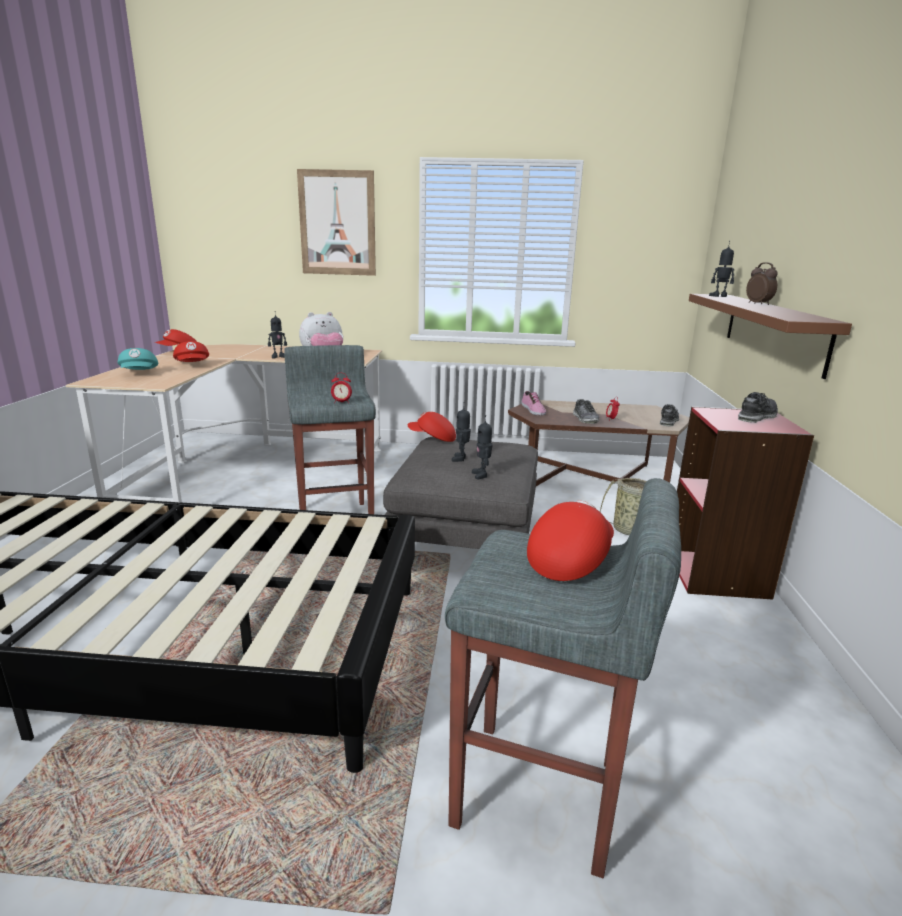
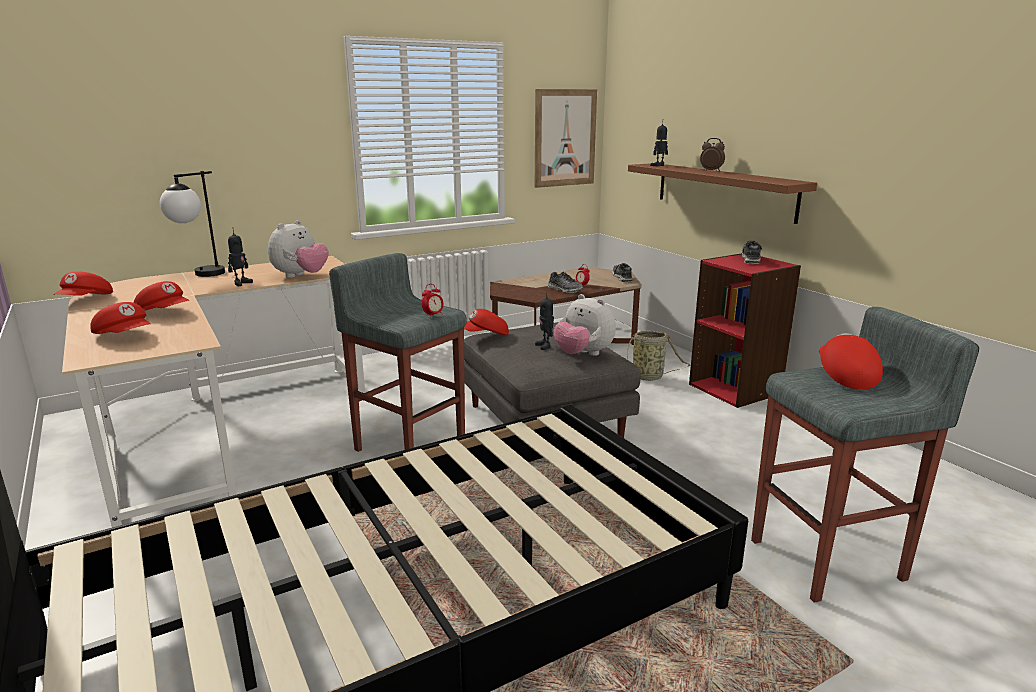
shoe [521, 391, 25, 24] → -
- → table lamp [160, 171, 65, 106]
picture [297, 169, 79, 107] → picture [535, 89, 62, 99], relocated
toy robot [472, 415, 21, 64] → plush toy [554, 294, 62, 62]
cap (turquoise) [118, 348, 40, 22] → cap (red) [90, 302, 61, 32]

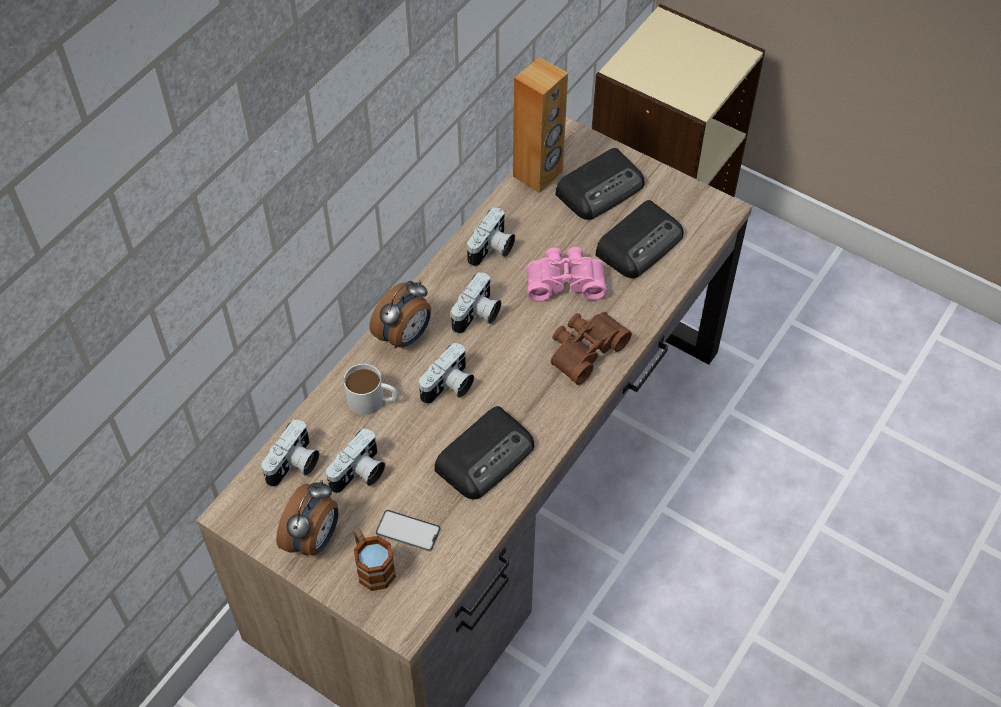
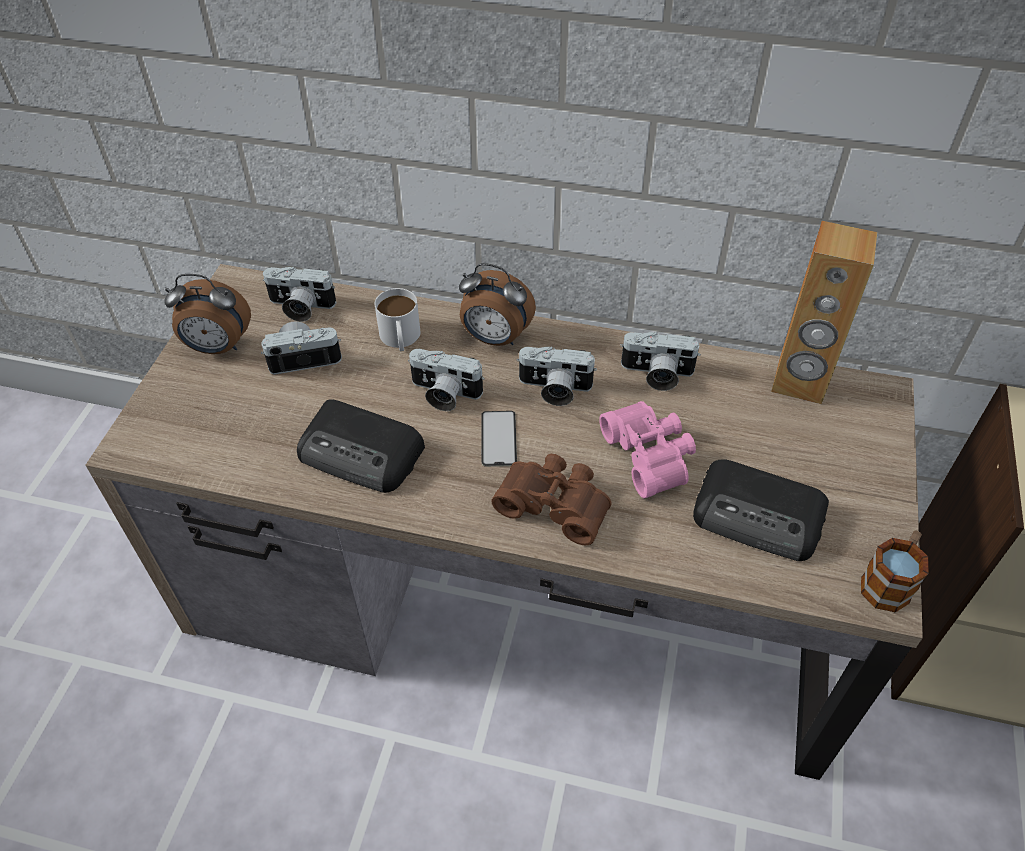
radio [555, 148, 89, 72] → -
mug [353, 528, 43, 63] → mug [861, 530, 68, 82], relocated
phone [376, 510, 65, 42] → phone [481, 411, 36, 56], relocated
photo camera [326, 429, 59, 65] → photo camera [261, 321, 81, 54], 150 degrees clockwise

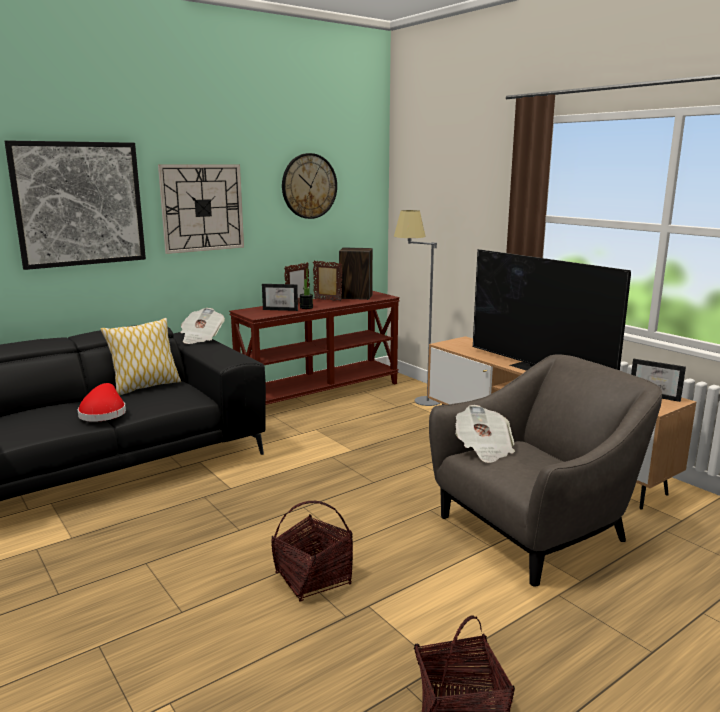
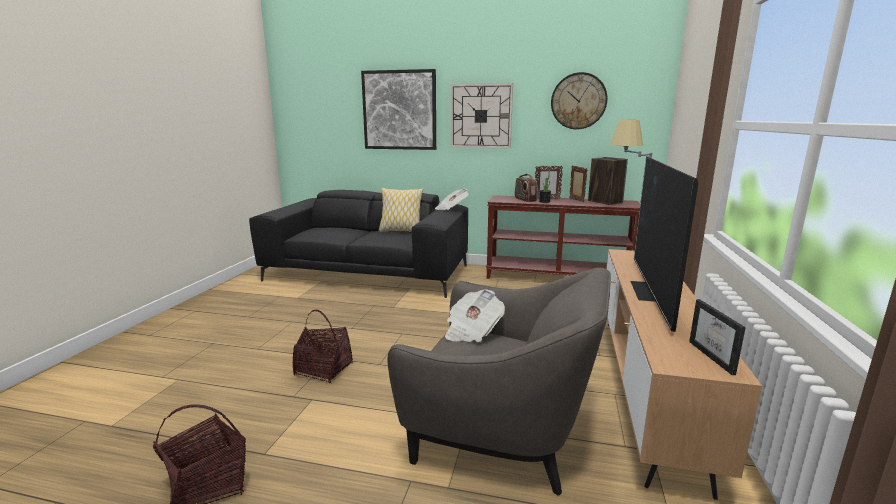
hat (red) [78, 383, 48, 39] → -
picture frame [262, 284, 36, 27] → radio [515, 174, 22, 28]

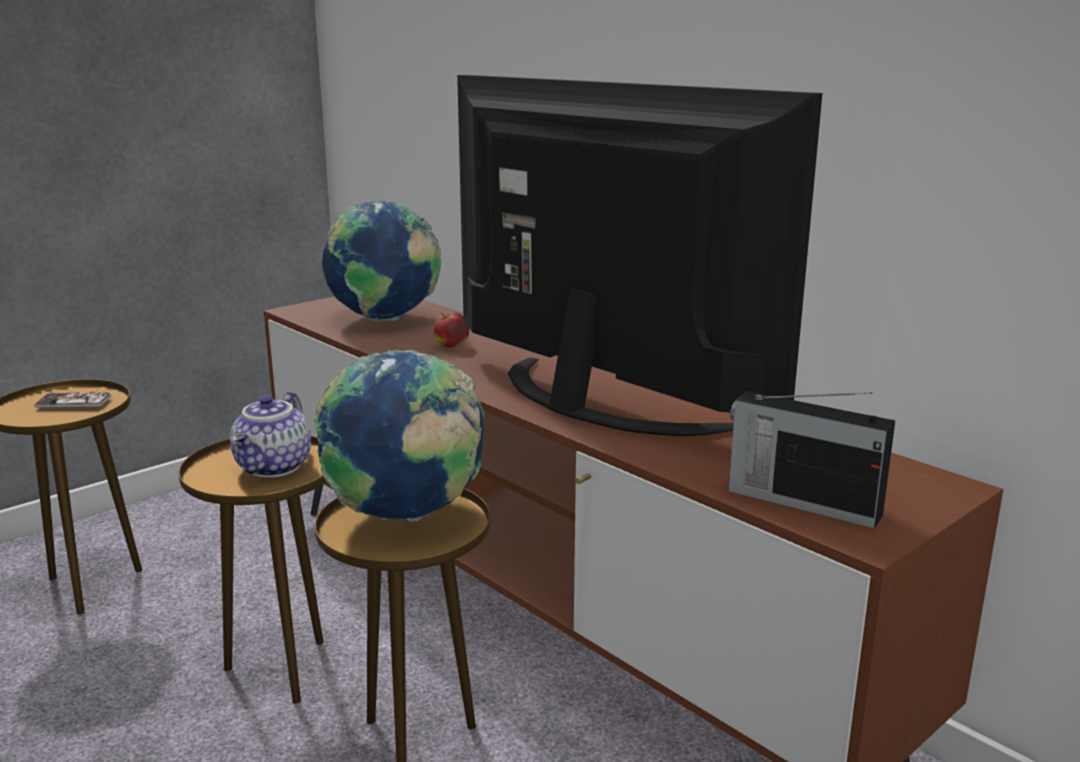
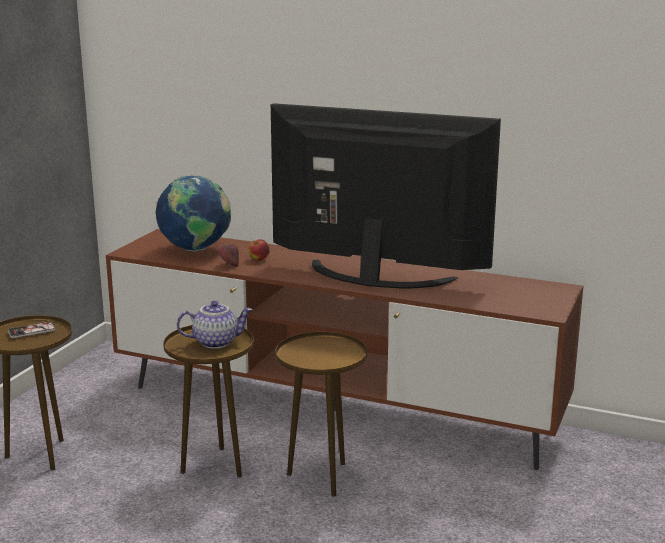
globe [314, 350, 170, 172] → -
radio [729, 391, 166, 137] → -
- → apple [219, 244, 20, 23]
teapot [230, 392, 81, 86] → teapot [177, 301, 76, 48], 90 degrees counterclockwise

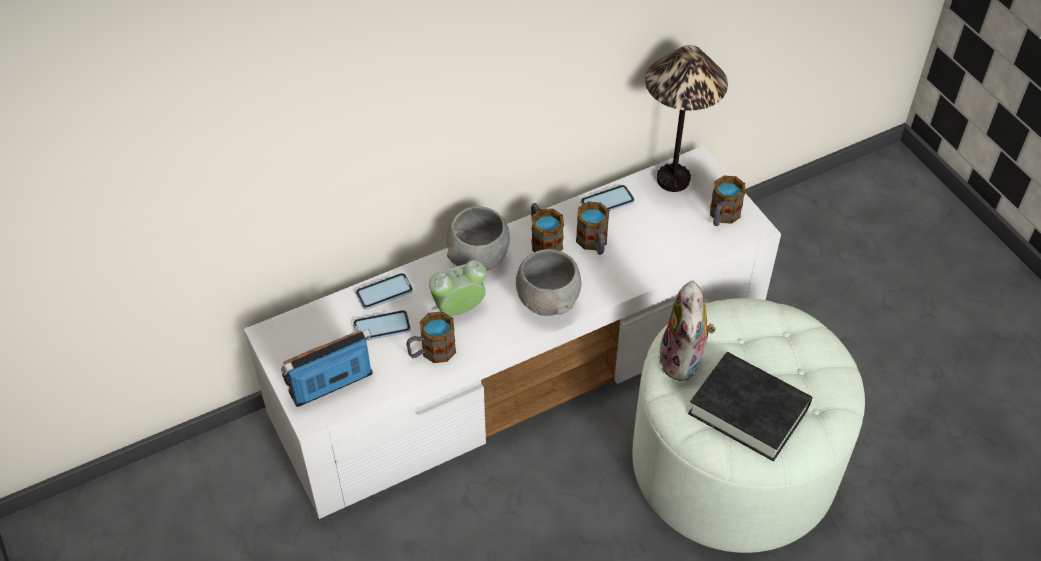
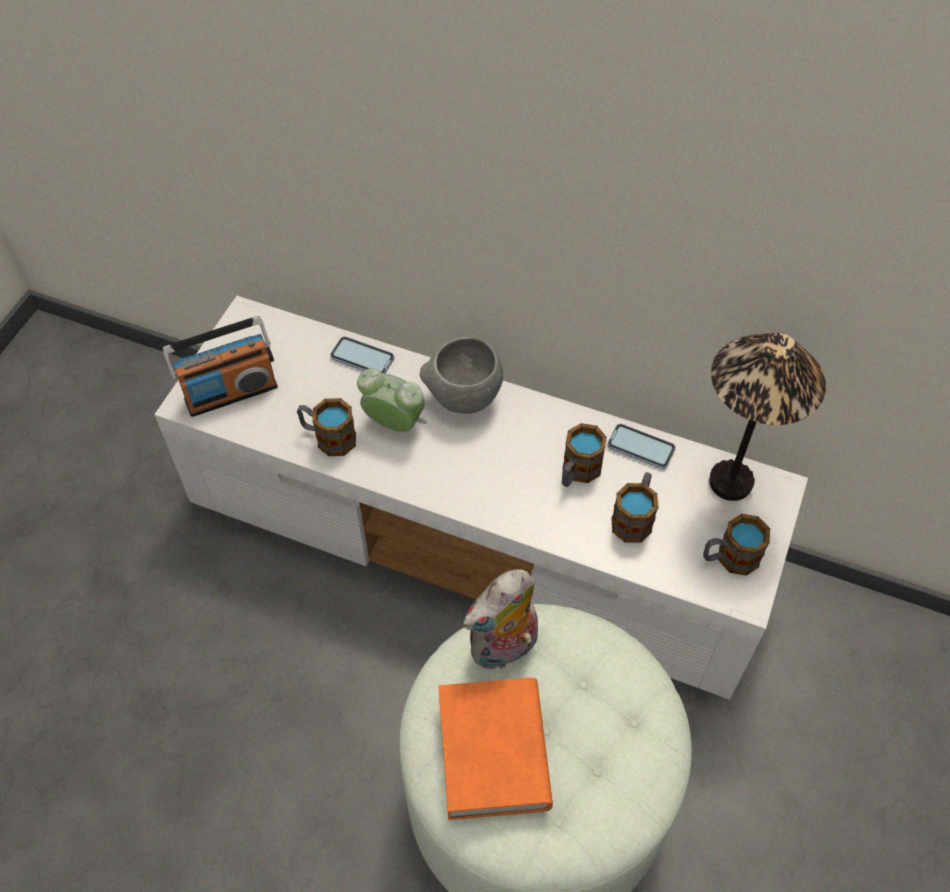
phone [353, 310, 58, 31] → -
bowl (grey) [516, 249, 65, 67] → -
mug [531, 203, 33, 49] → mug [611, 472, 48, 71], relocated
book (black) [688, 352, 124, 109] → book (orange) [439, 678, 114, 142]
radio [281, 329, 92, 78] → radio [163, 316, 115, 101], 135 degrees clockwise

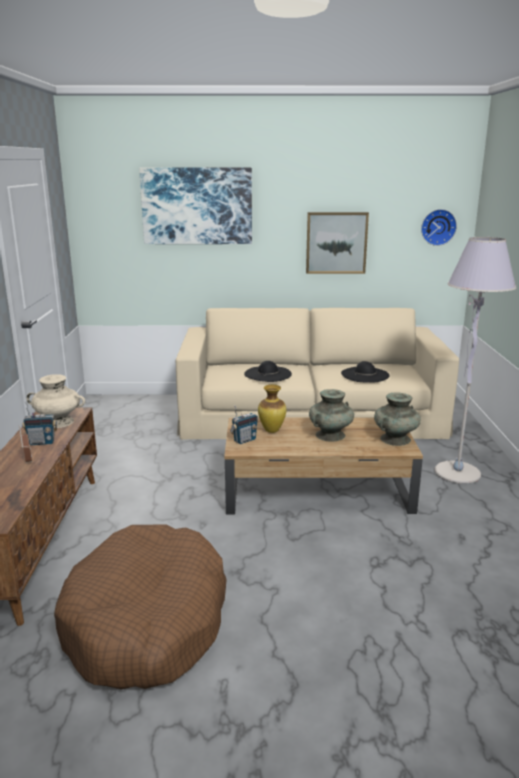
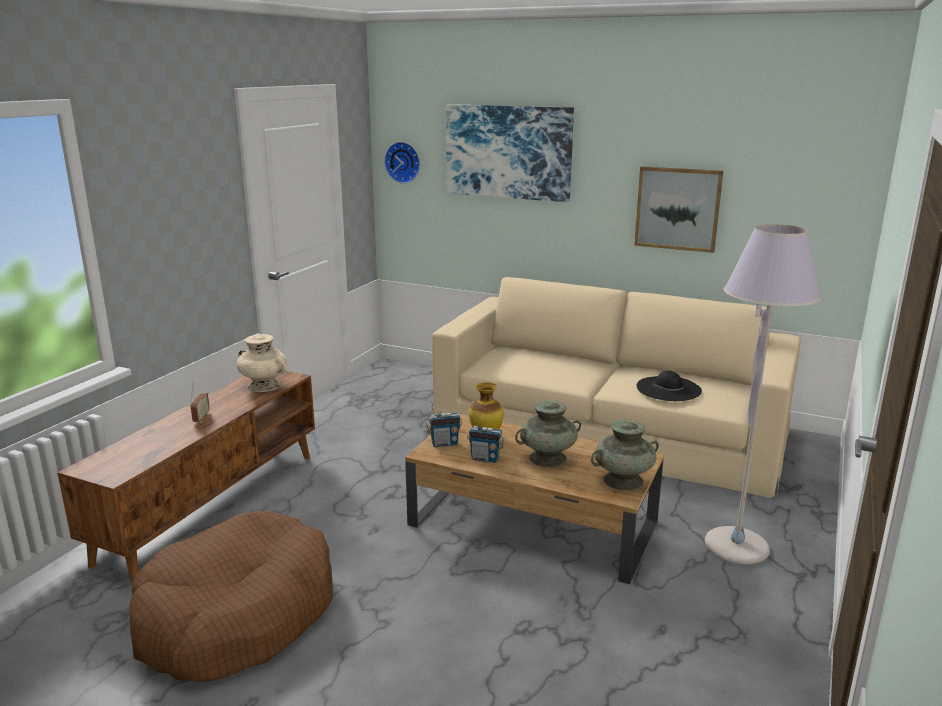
hat (black) [244, 361, 48, 21] → -
radio [22, 402, 35, 43] → radio [467, 411, 37, 52], relocated
wall clock [421, 209, 36, 37] → wall clock [384, 142, 36, 42], relocated

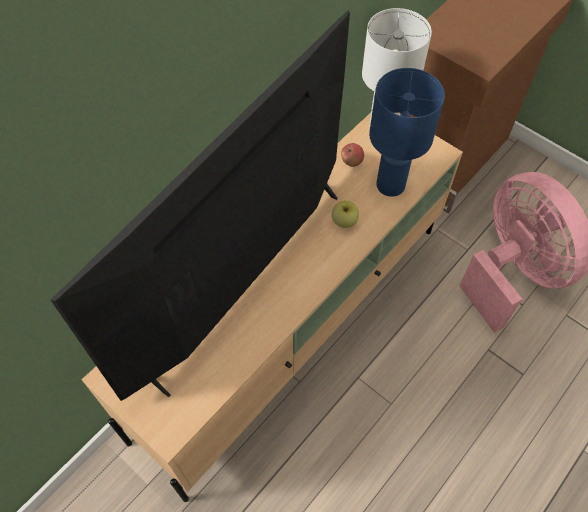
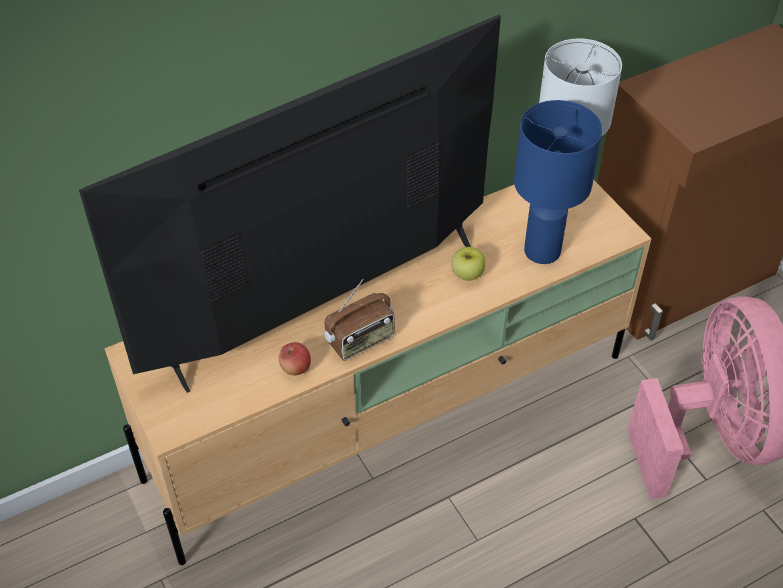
- → radio [324, 279, 71, 82]
apple [341, 143, 23, 24] → apple [279, 342, 32, 33], relocated

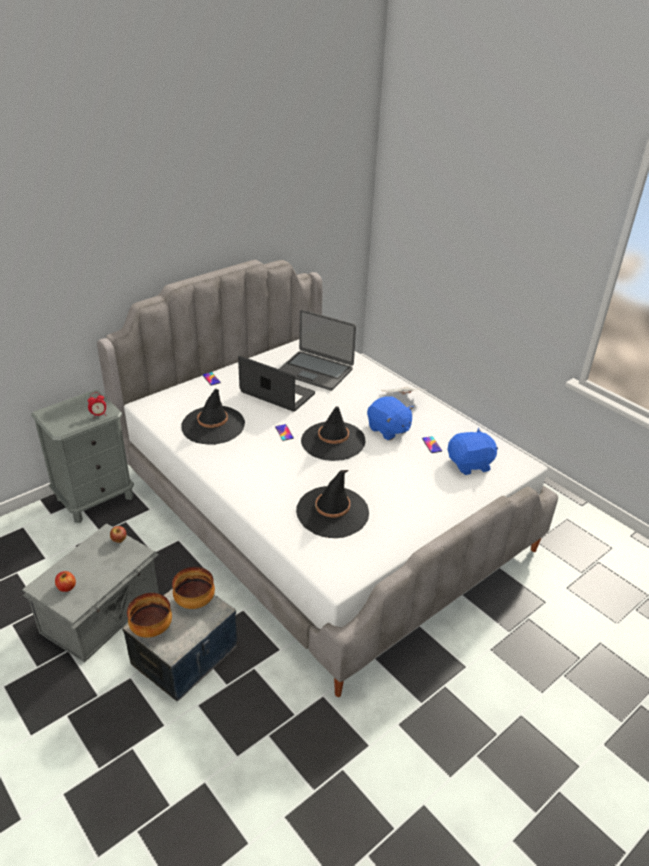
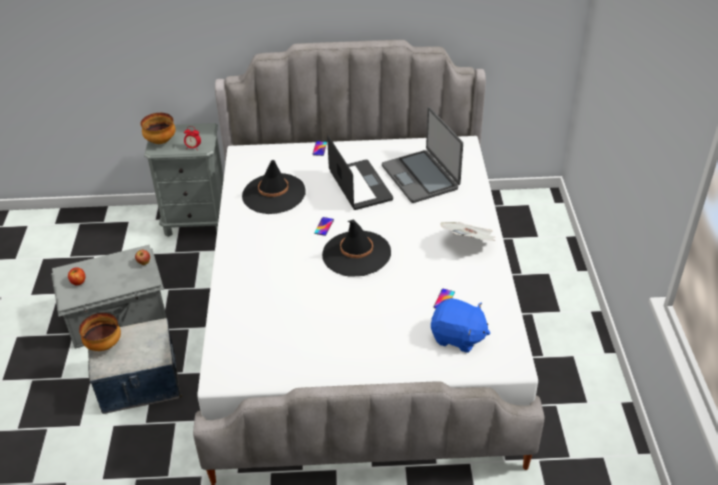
hat (black) [296, 470, 73, 68] → -
plush toy (blue) [367, 396, 47, 44] → -
bowl [172, 567, 43, 42] → bowl [141, 113, 35, 31], relocated

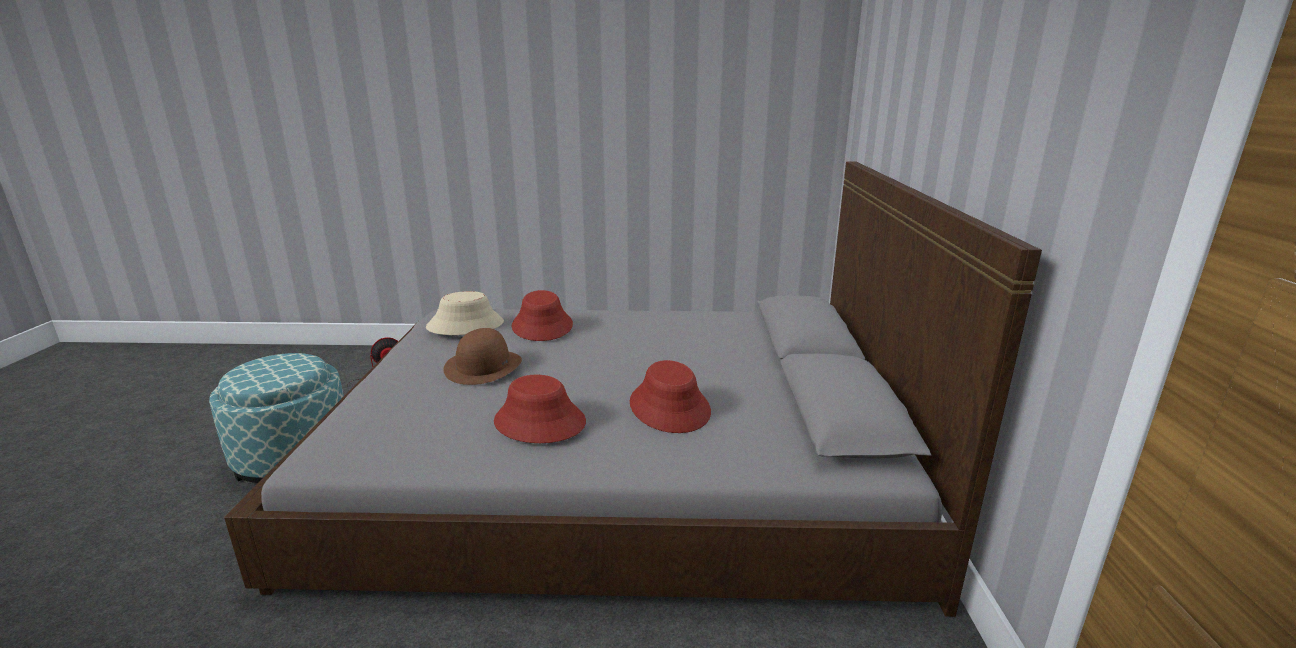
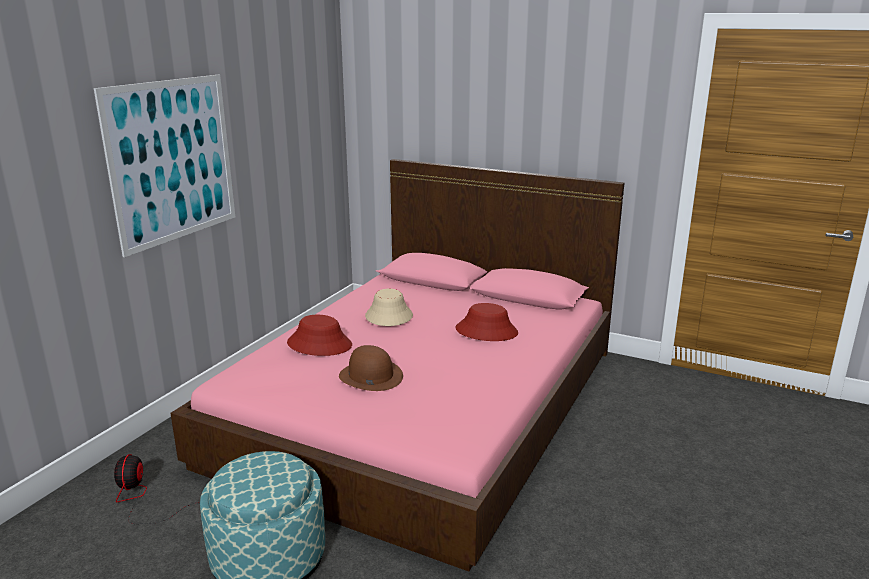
hat (red) [494, 375, 92, 68] → -
- → picture [94, 75, 141, 182]
hat (beige) [426, 291, 78, 44] → hat (beige) [365, 289, 48, 37], relocated
bed (grey) [224, 161, 818, 456] → bed (pink) [170, 159, 454, 412]

